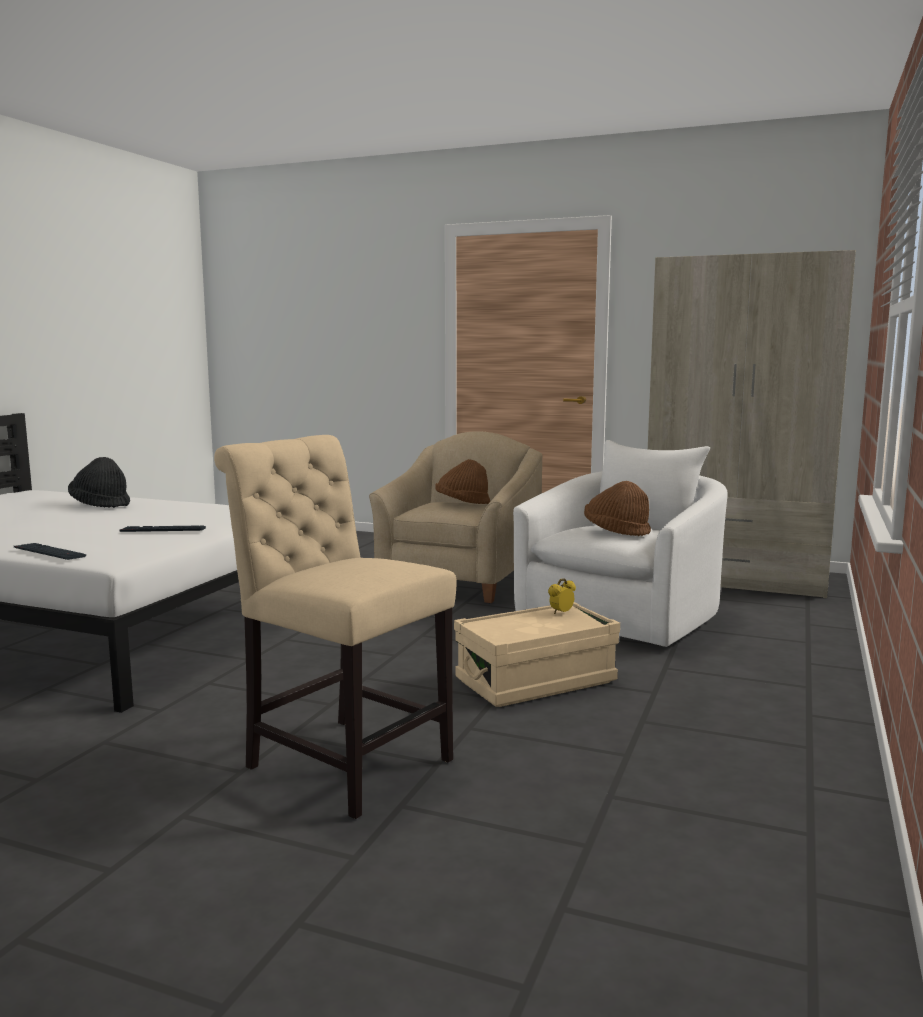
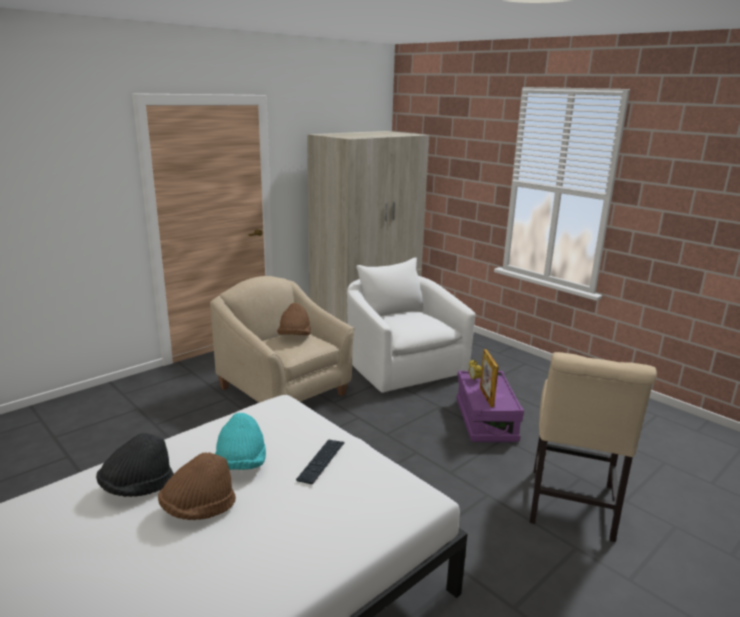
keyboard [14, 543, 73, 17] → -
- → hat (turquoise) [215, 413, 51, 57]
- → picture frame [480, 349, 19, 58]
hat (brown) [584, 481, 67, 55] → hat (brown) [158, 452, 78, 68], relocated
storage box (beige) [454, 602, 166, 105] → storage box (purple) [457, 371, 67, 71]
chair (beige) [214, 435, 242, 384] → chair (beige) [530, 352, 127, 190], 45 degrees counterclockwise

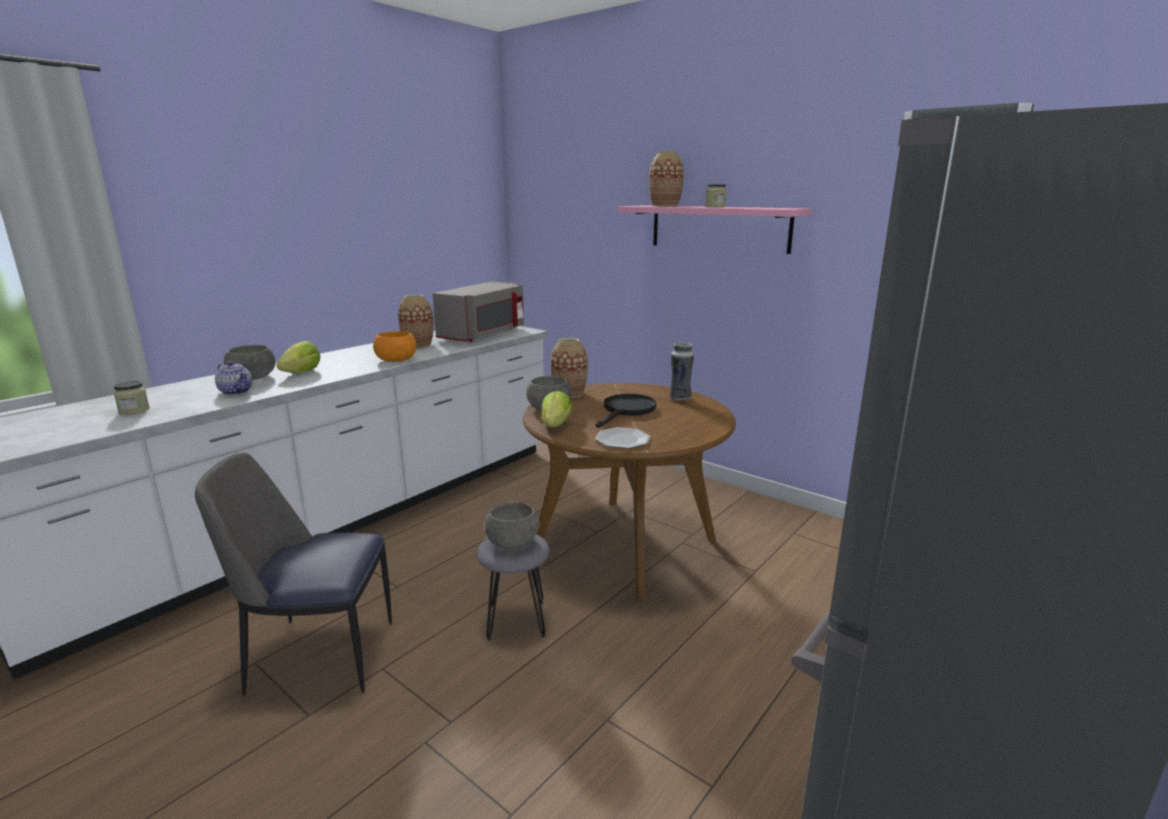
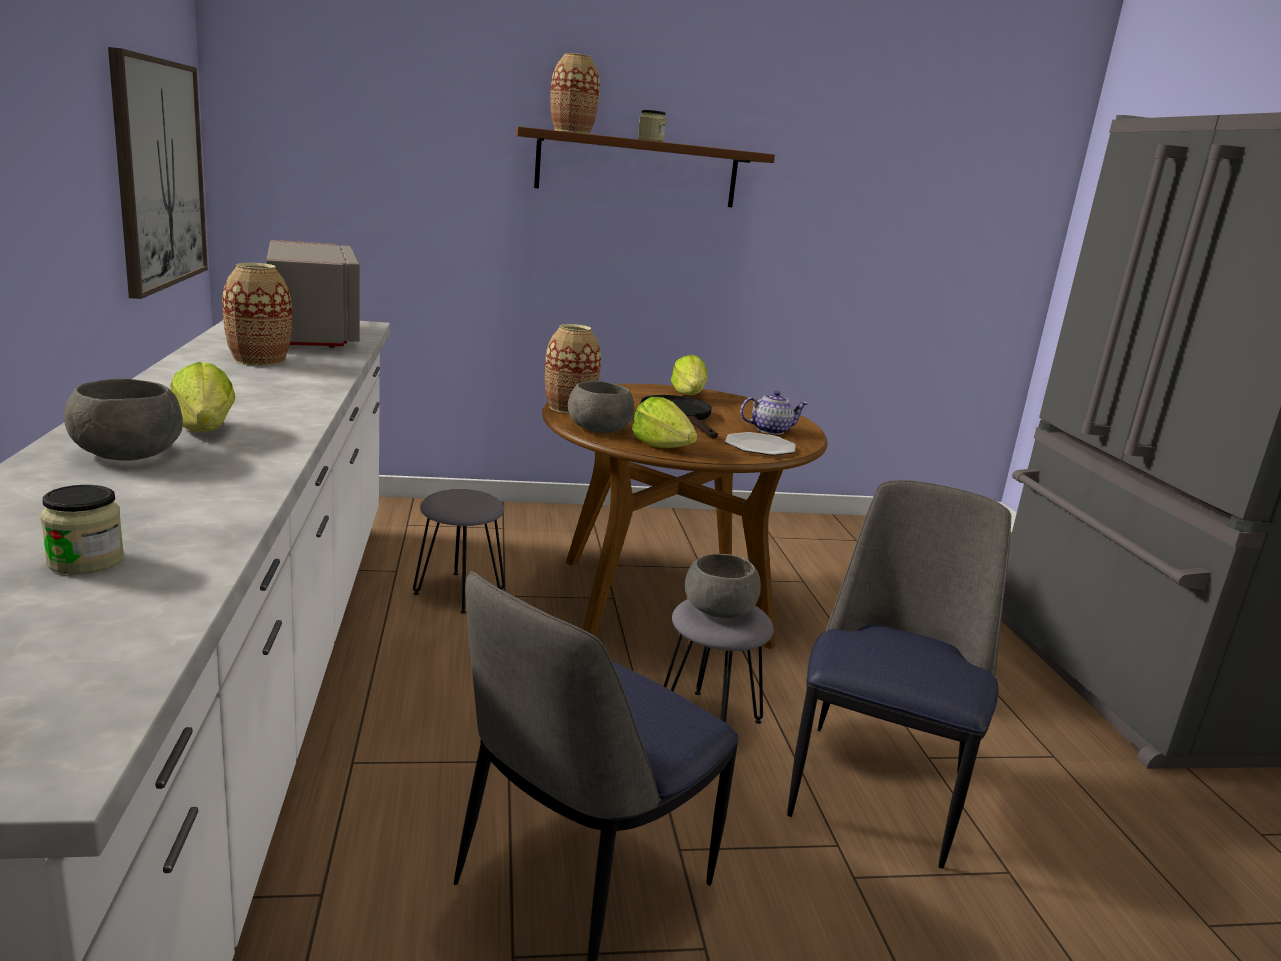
bowl (orange) [373, 331, 43, 31] → -
- → picture [108, 47, 100, 252]
- → stool (grey) [413, 489, 92, 125]
- → chair [787, 480, 224, 389]
teapot [215, 361, 37, 34] → teapot [740, 391, 68, 44], relocated
vase [669, 342, 25, 60] → lettuce [671, 354, 36, 41]
shelf (pink) [618, 206, 194, 48] → shelf (brown) [516, 126, 259, 81]

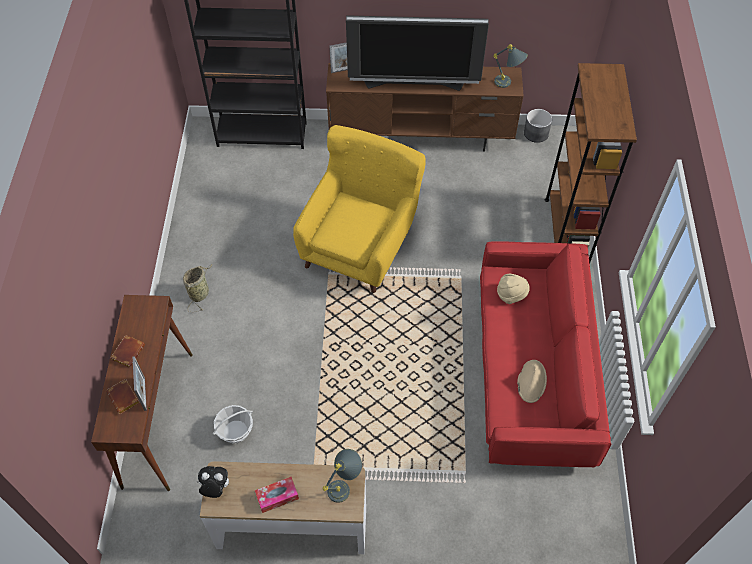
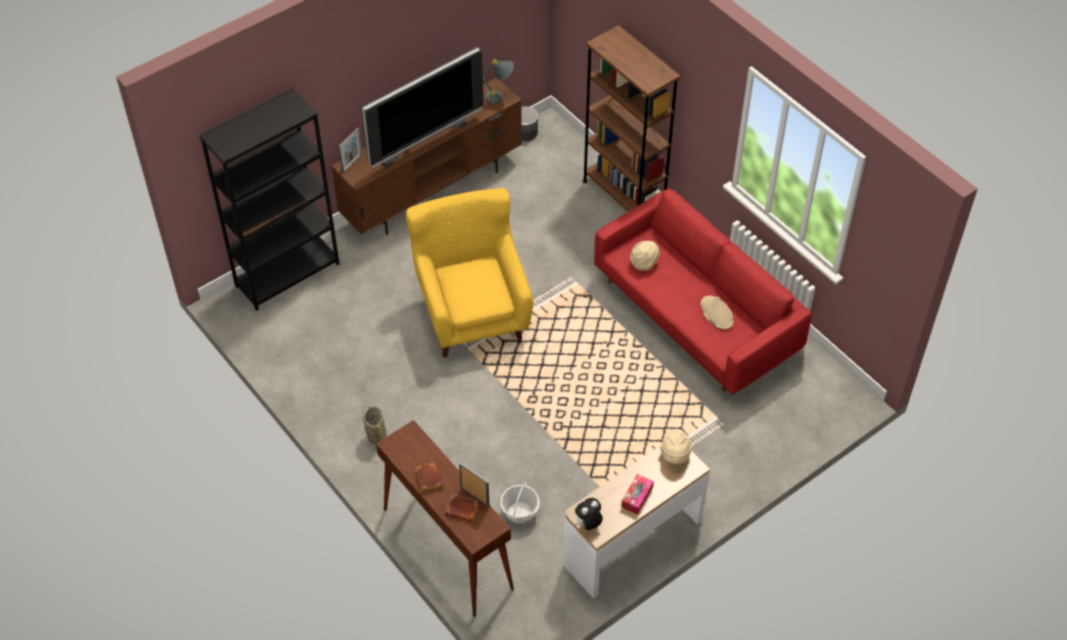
table lamp (grey) [322, 449, 40, 54] → hat (beige) [660, 431, 32, 33]

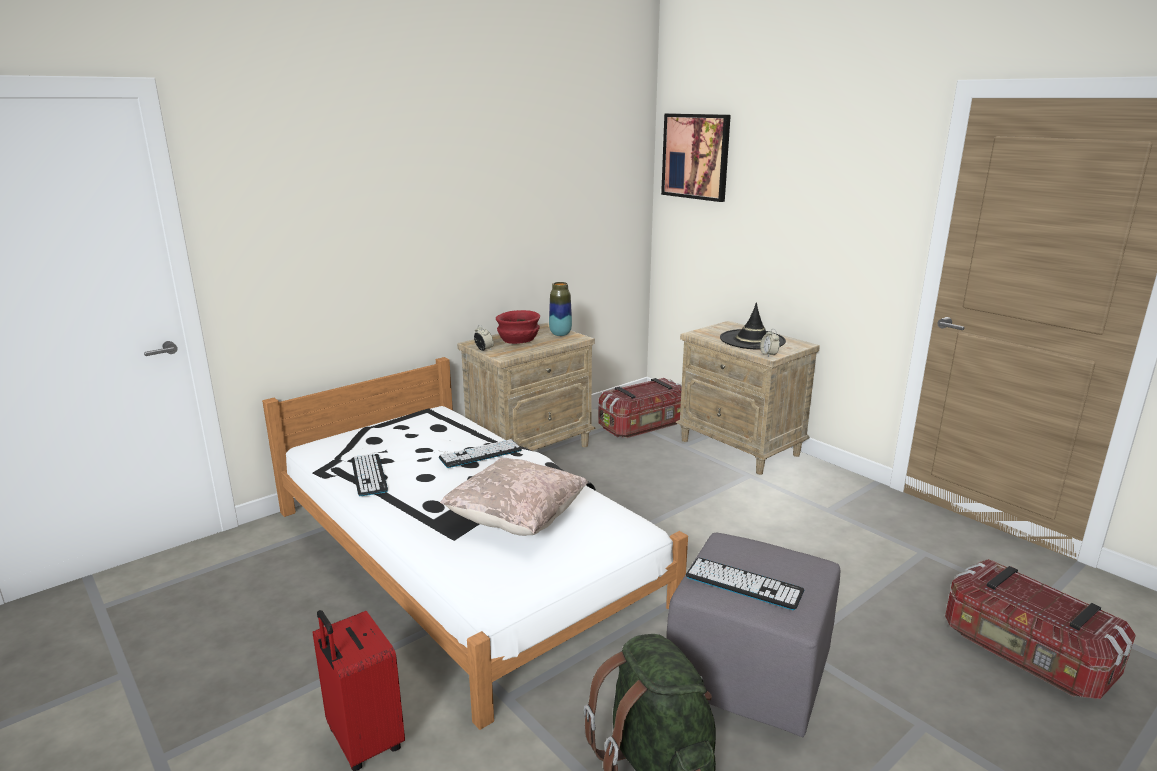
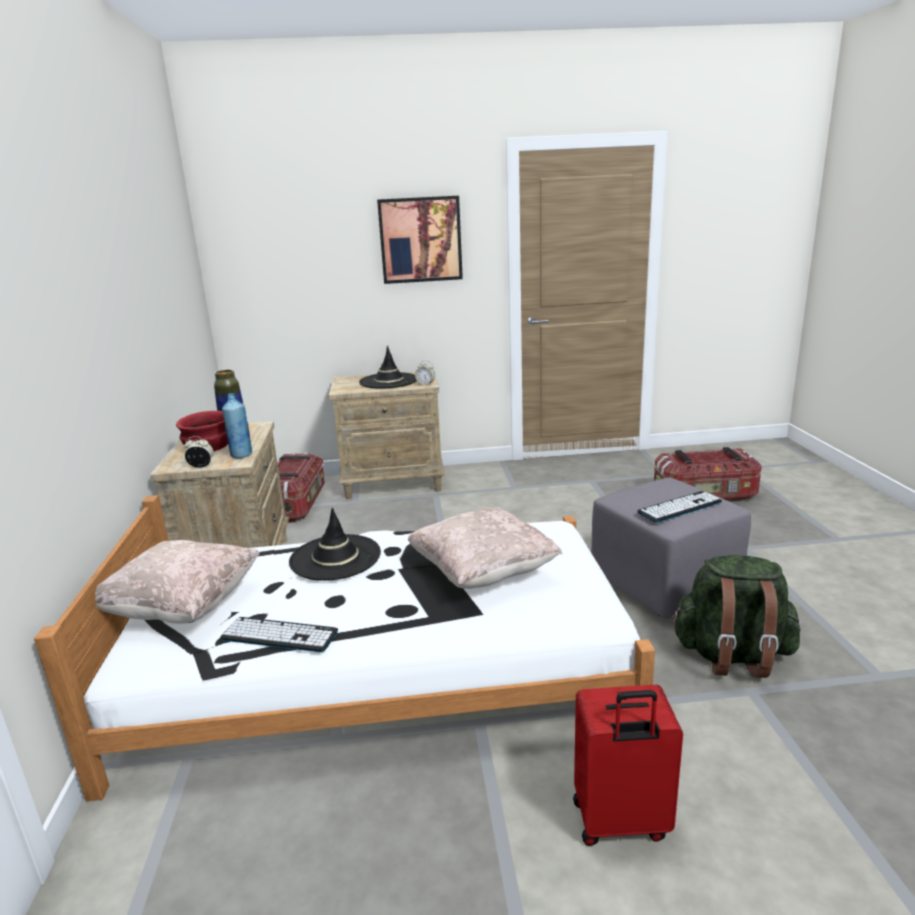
- → pillow (beige) [95, 540, 165, 84]
- → bottle (blue) [222, 393, 31, 65]
picture [661, 113, 70, 89] → picture [377, 196, 86, 88], relocated
keyboard [439, 439, 83, 29] → hat (black) [289, 508, 92, 73]

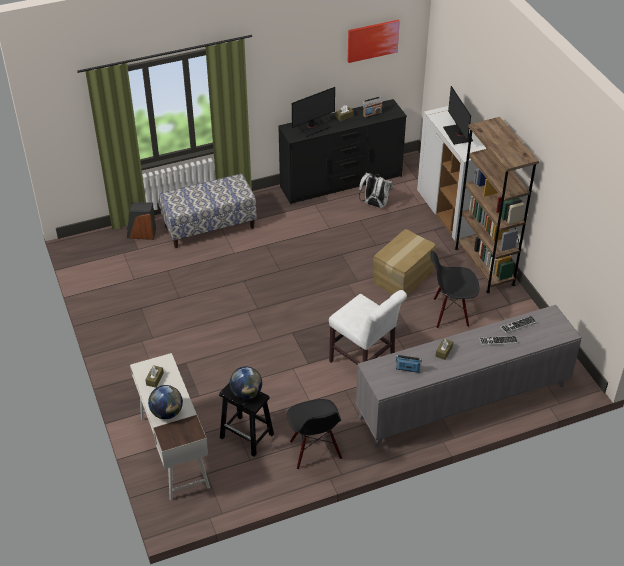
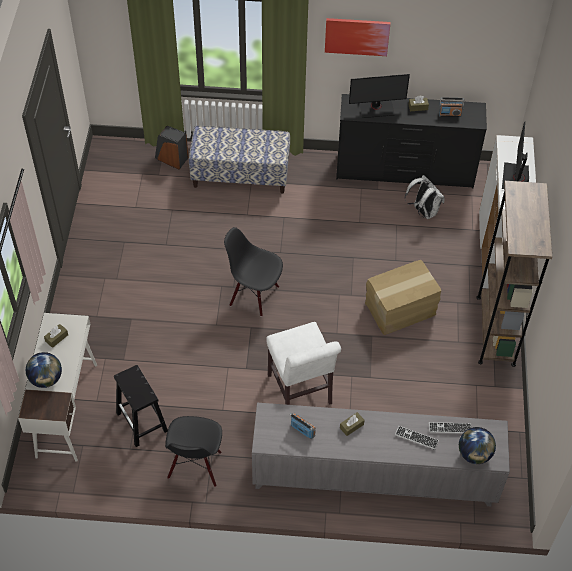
globe [230, 367, 32, 33] → globe [459, 427, 37, 37], relocated
picture [348, 20, 52, 43] → picture [325, 18, 65, 38], relocated
chair (black) [430, 251, 49, 78] → chair (black) [224, 227, 59, 90], relocated

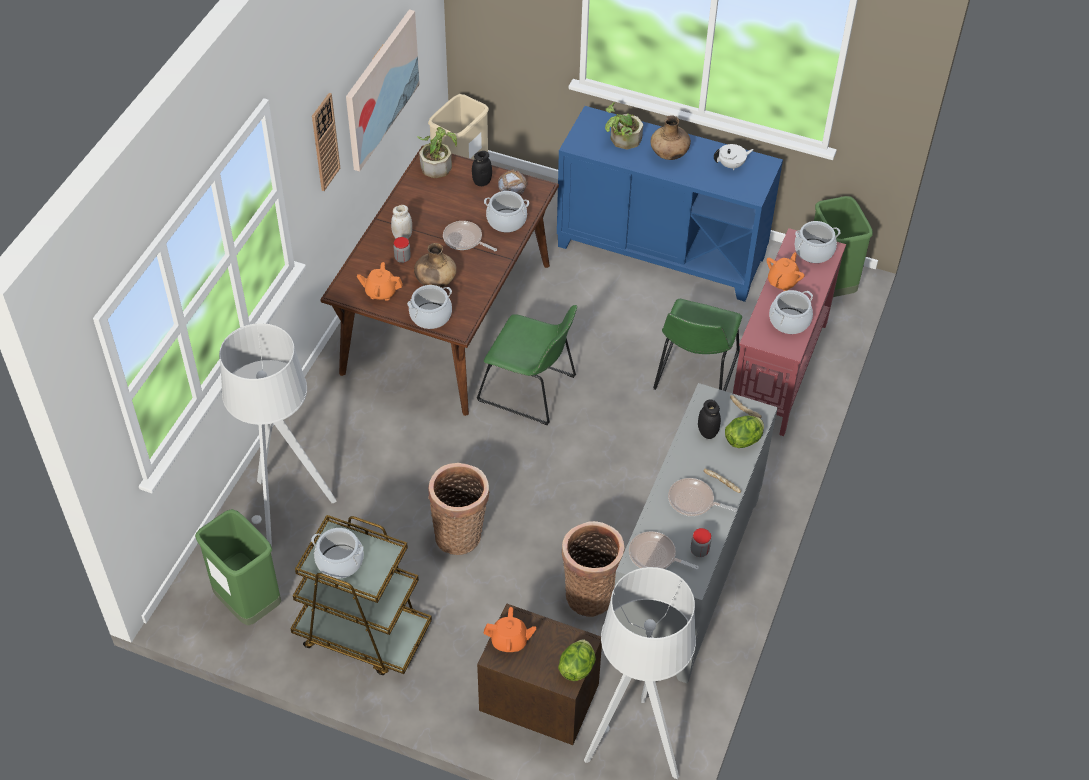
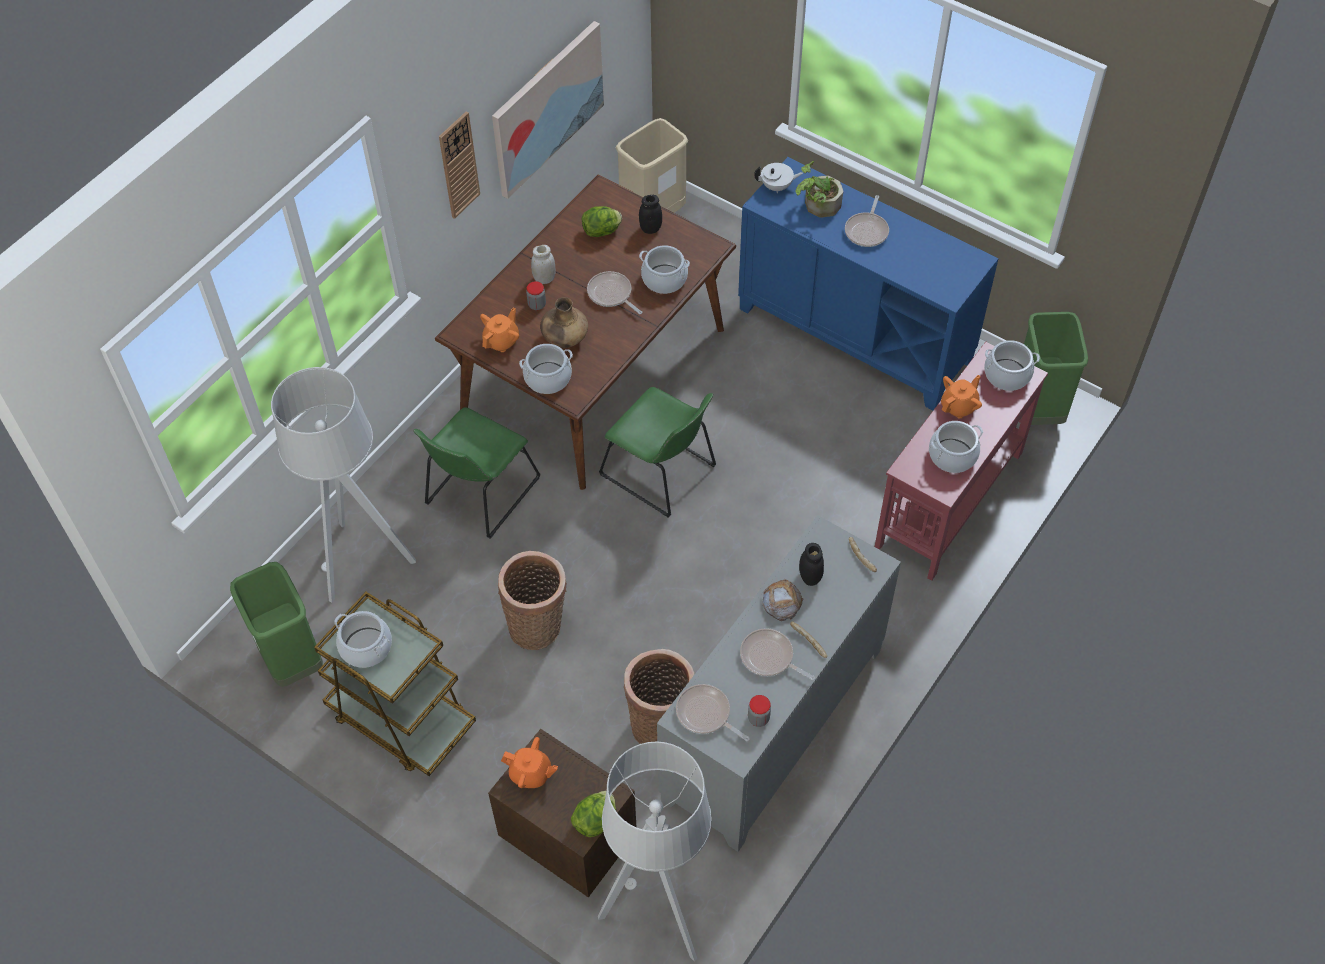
potted plant [417, 127, 40, 51] → -
bread [498, 169, 29, 26] → bread [762, 579, 41, 42], relocated
chair (green) [653, 299, 89, 92] → chair (green) [413, 407, 127, 132], relocated
teapot (white) [714, 144, 40, 26] → teapot (white) [754, 163, 49, 30], relocated
lettuce [725, 415, 39, 33] → lettuce [582, 206, 40, 31], relocated
vase (brown) [650, 115, 41, 45] → frying pan [845, 195, 44, 52]
teapot (orange) [357, 262, 46, 39] → teapot (orange) [480, 308, 39, 44], 105 degrees clockwise

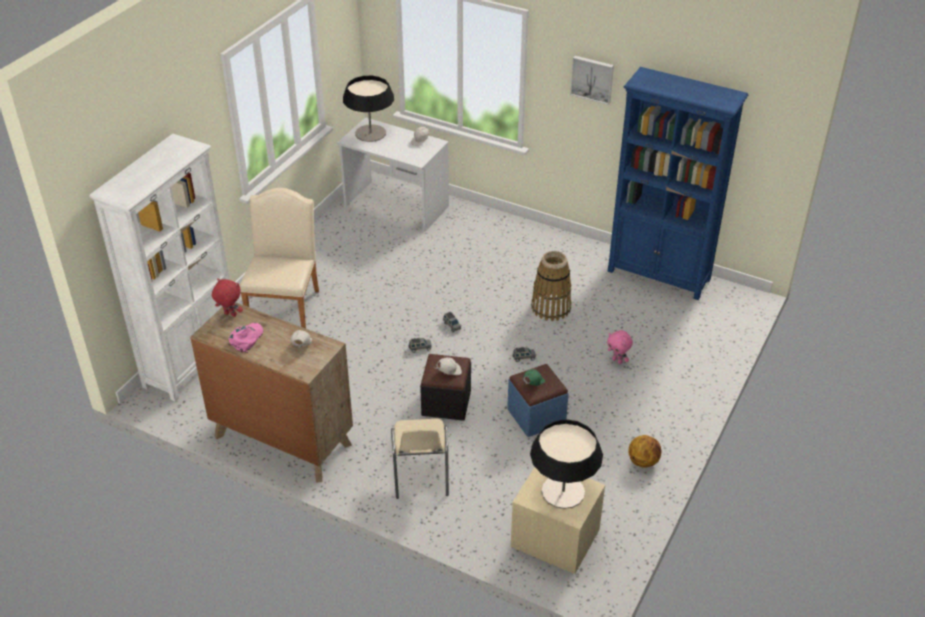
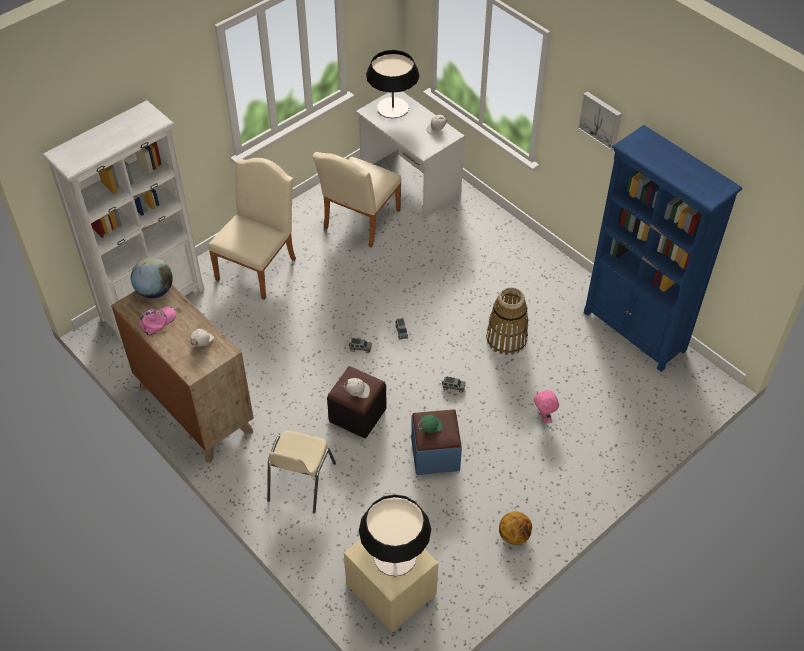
- → chair (beige) [312, 152, 90, 96]
plush toy (red) [212, 278, 31, 39] → globe [131, 258, 42, 41]

